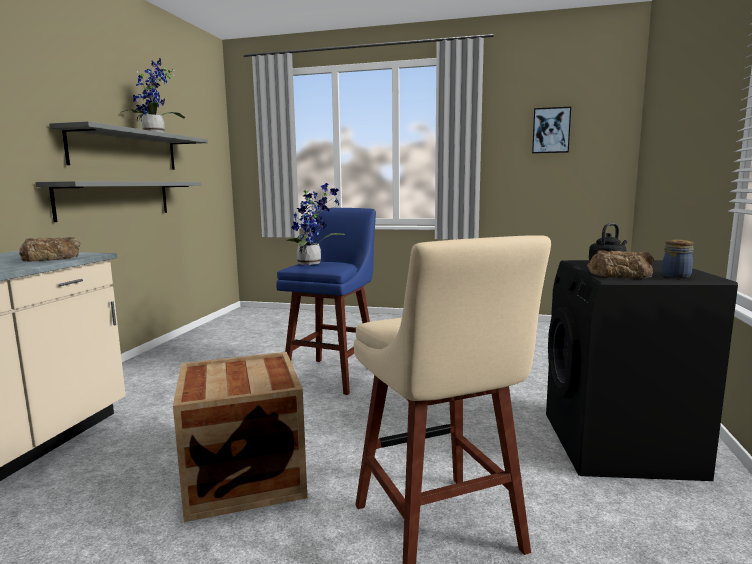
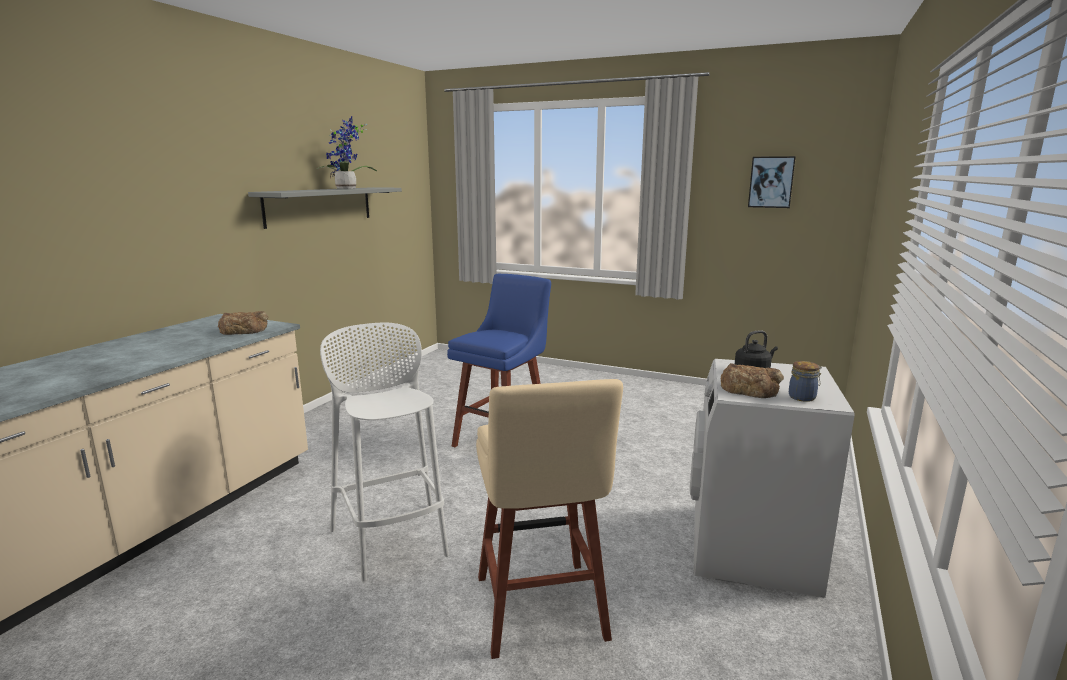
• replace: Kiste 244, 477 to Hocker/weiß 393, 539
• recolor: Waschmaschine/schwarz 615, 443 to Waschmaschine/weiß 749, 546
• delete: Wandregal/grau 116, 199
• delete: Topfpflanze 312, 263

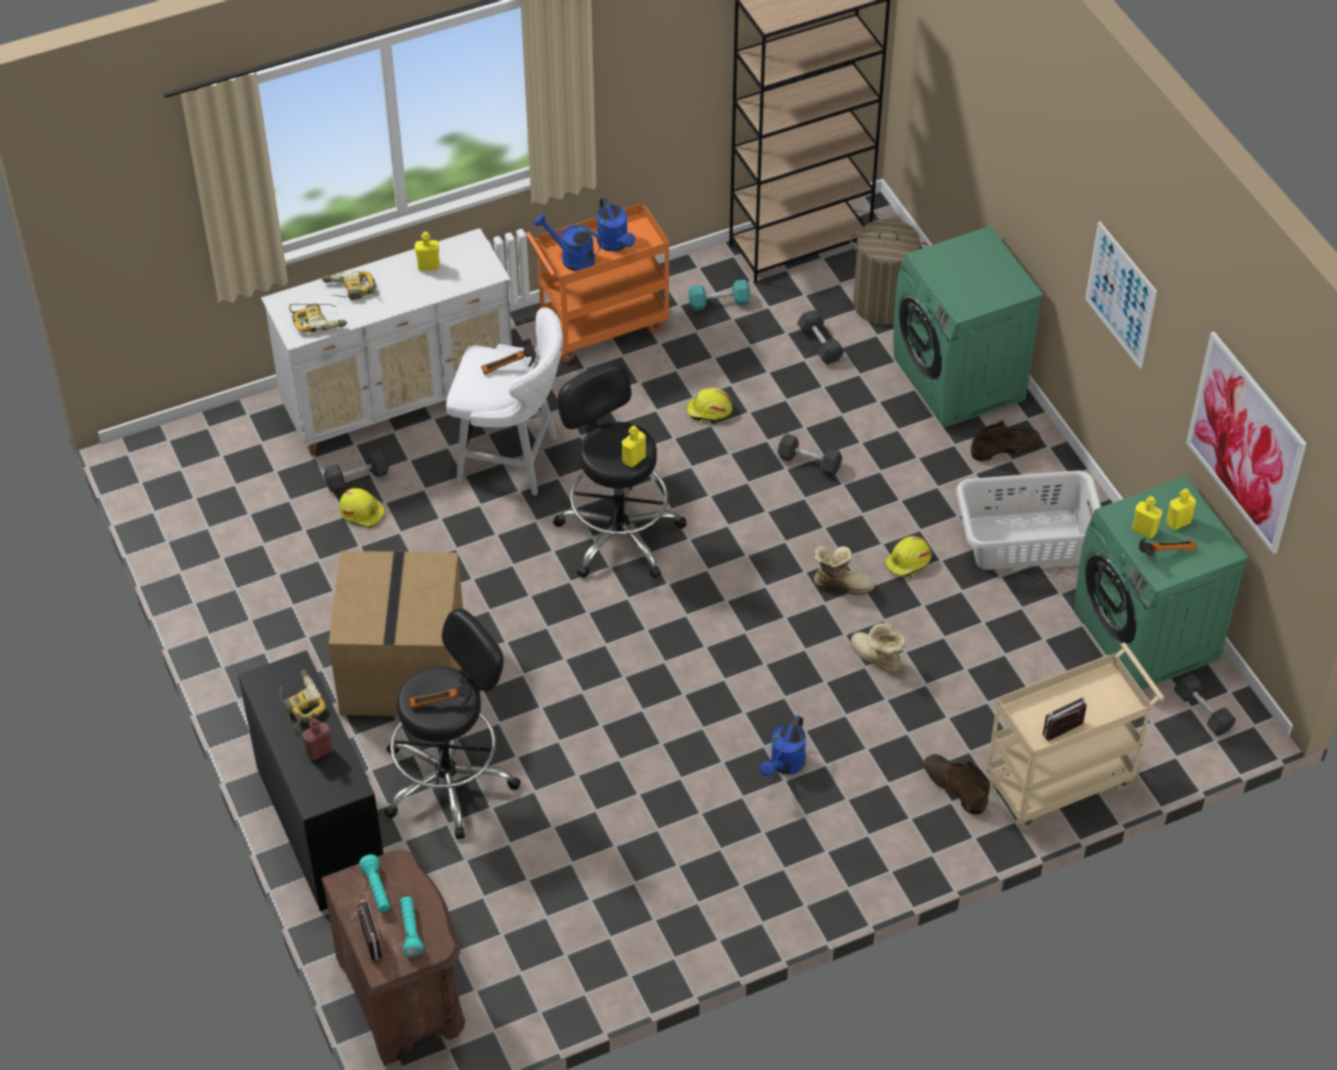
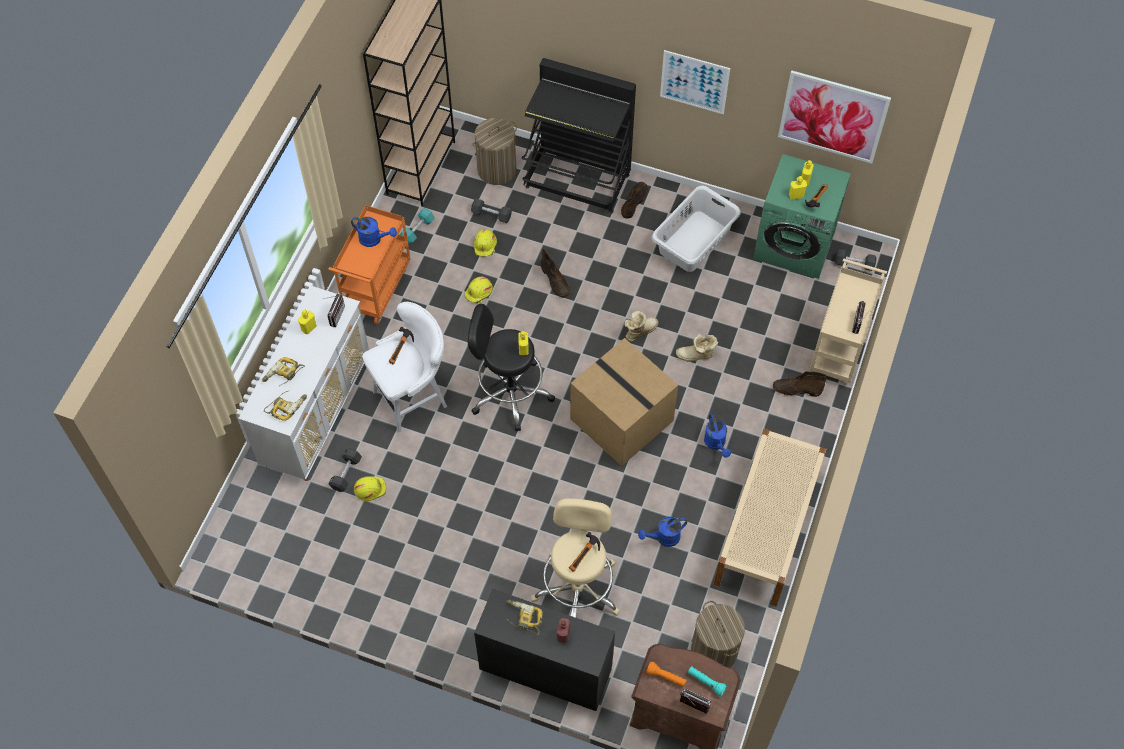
• insert: Radio 334, 315
• move: Schutzhelm/gelb 908, 562 to 485, 246
• replace: Waschmaschine/grün 958, 381 to Schuhregal/schwarz 576, 183
• recolor: Hocker/schwarz 449, 780 to Hocker/beige 578, 589
• replace: Hantel/schwarz 809, 462 to Stiefel/braun 555, 281
• move: Karton 404, 671 to 623, 420
• move: Gießkanne/blau 571, 258 to 664, 538
• recolor: Taschenlampe/türkis 377, 889 to Taschenlampe/orange 666, 677
• insert: Wäschekorb 714, 651
• insert: Bank/beige 767, 528

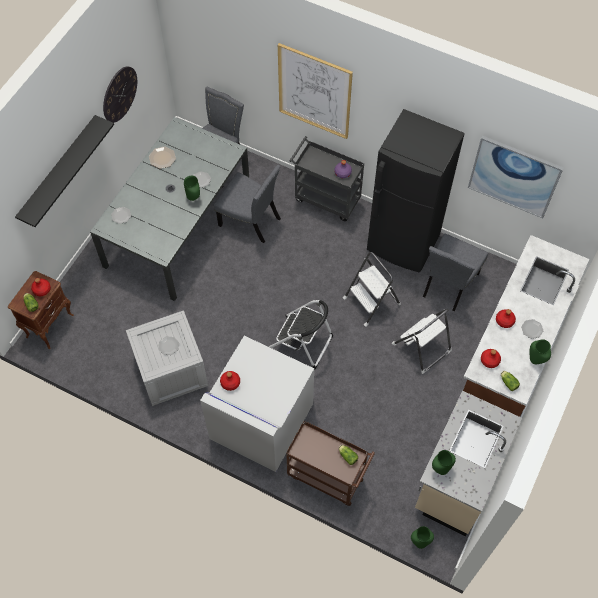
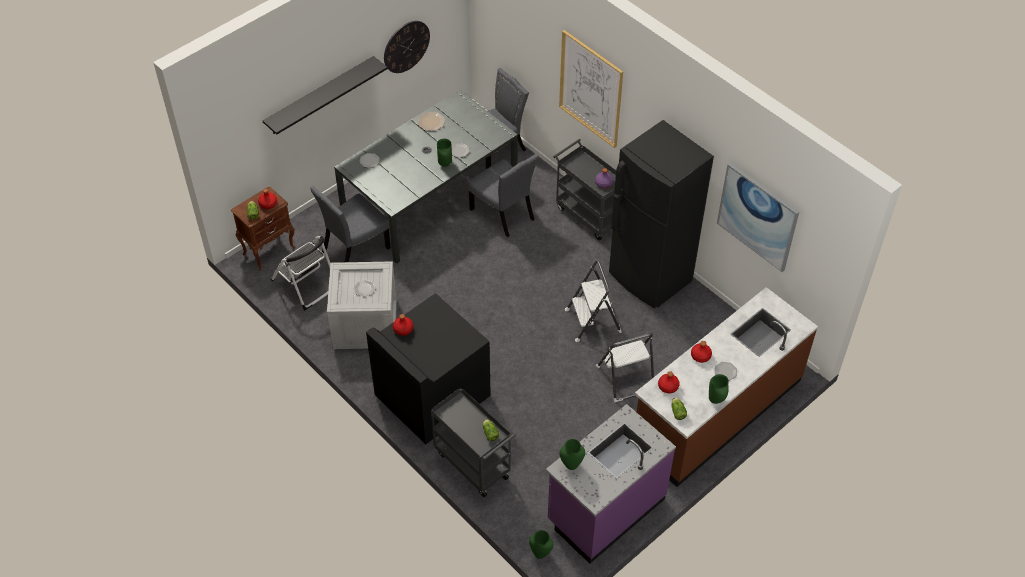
• move: Trittleiter 302, 343 to 306, 285
• move: Stuhl/grau 449, 282 to 356, 248
• recolor: Waschmaschine/weiß 261, 420 to Waschmaschine/schwarz 432, 394
• recolor: Rollwagen/braun 327, 479 to Rollwagen/grau 474, 467
• recolor: Küchenzeile/beige 457, 480 to Küchenzeile/lila 605, 510

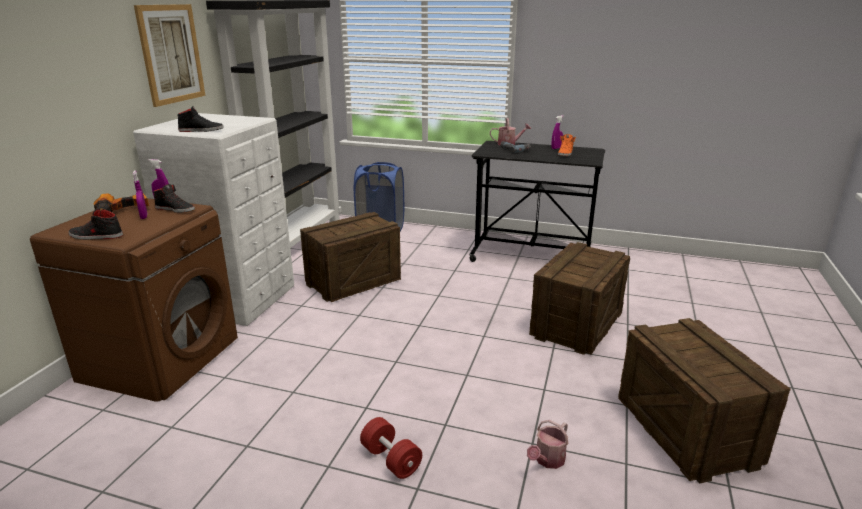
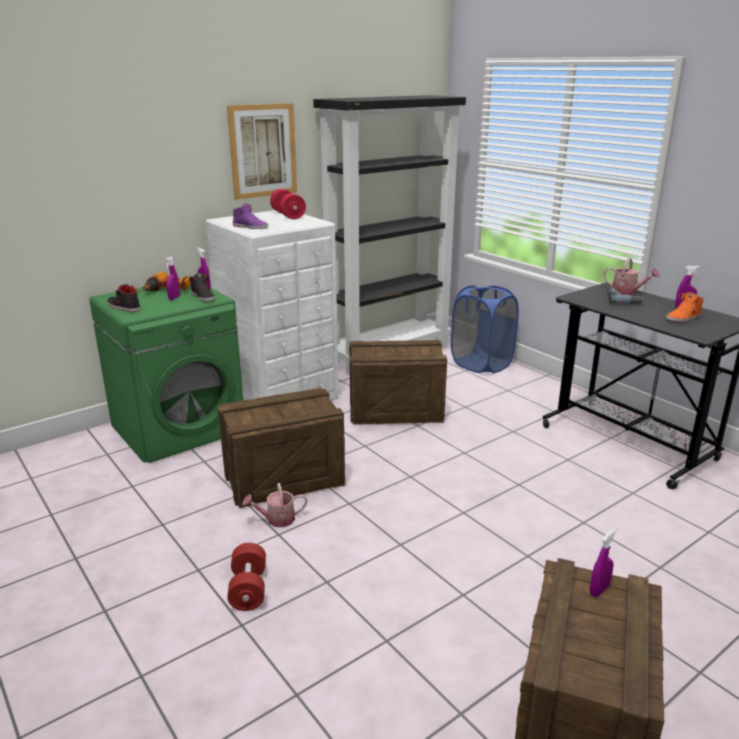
• recolor: Waschmaschine/braun 164, 357 to Waschmaschine/grün 181, 428
• move: Kiste 576, 324 to 284, 478
• recolor: Schuh/schwarz 201, 130 to Schuh/lila 251, 227
• move: Gießkanne 547, 460 to 276, 519
• insert: Hantel/rot 288, 215
• insert: Sprühflasche/lila 599, 590

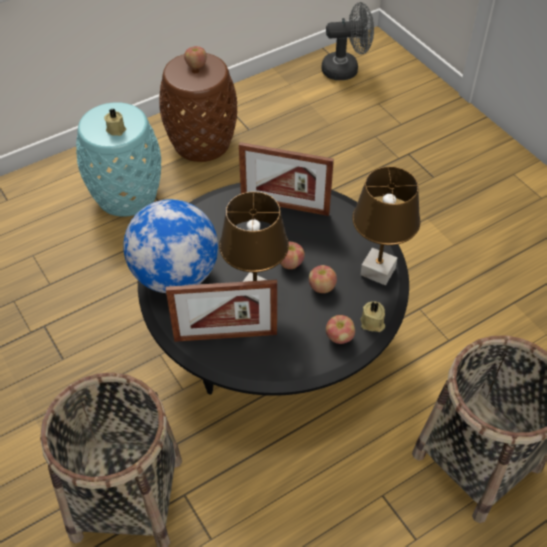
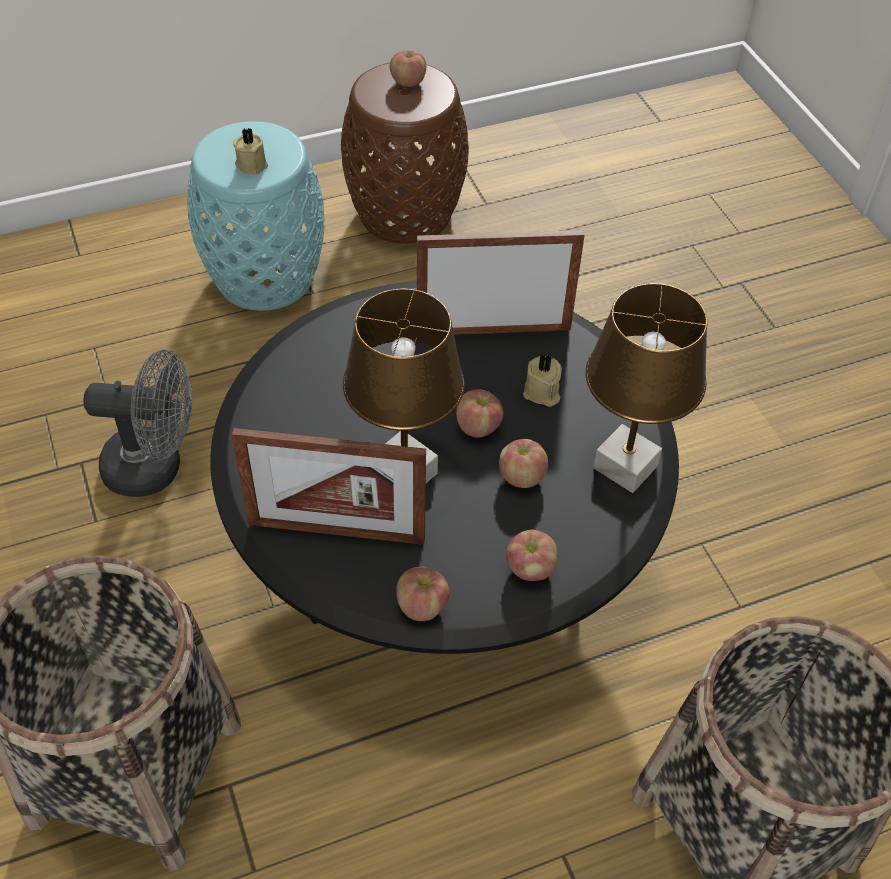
• move: Ventilator/grau 346, 69 to 155, 467
• insert: Apfel 421, 606
• rotate: Bilderrahmen 285, 206 = 493, 330 150 degrees clockwise
• move: Kerze/beige 372, 323 to 542, 393
• delete: Globus 175, 275

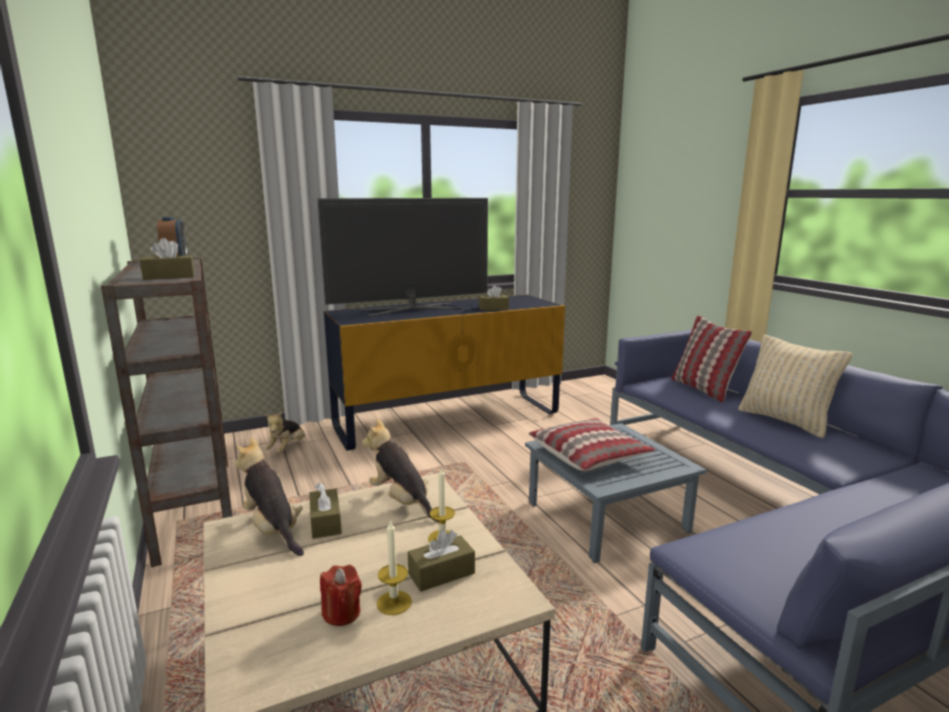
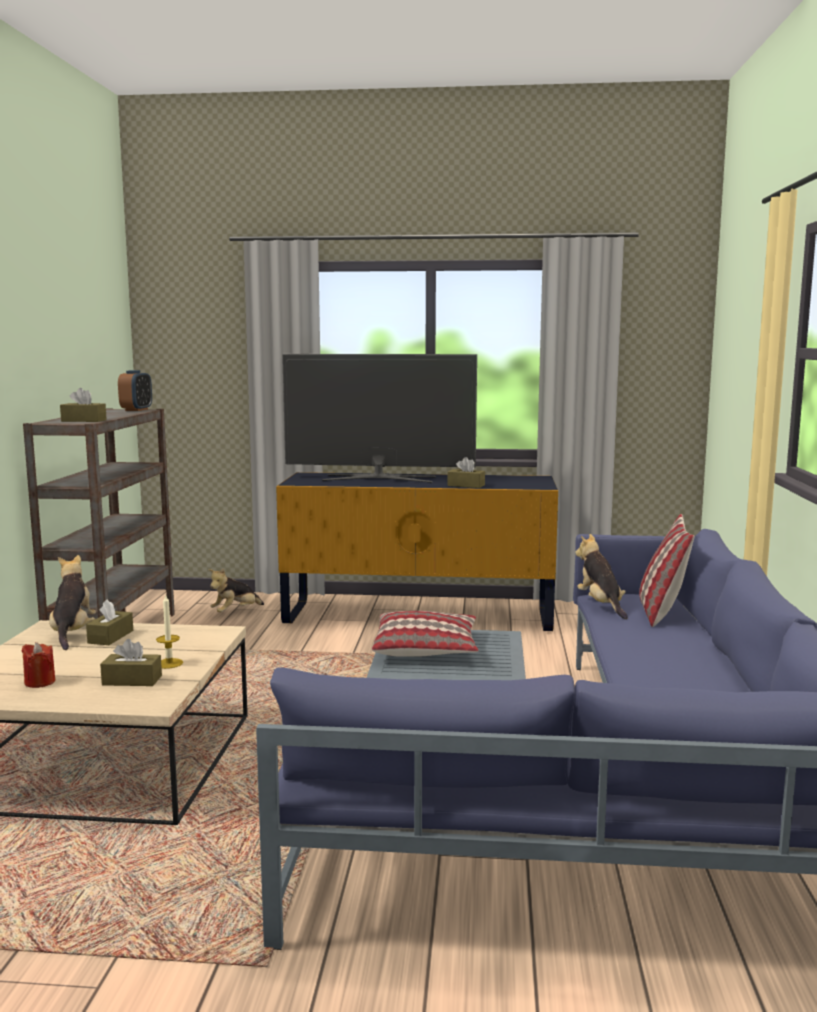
• move: Plüschtier 402, 502 to 601, 605
• delete: Kerze 394, 602
• delete: Kissen/beige 785, 421

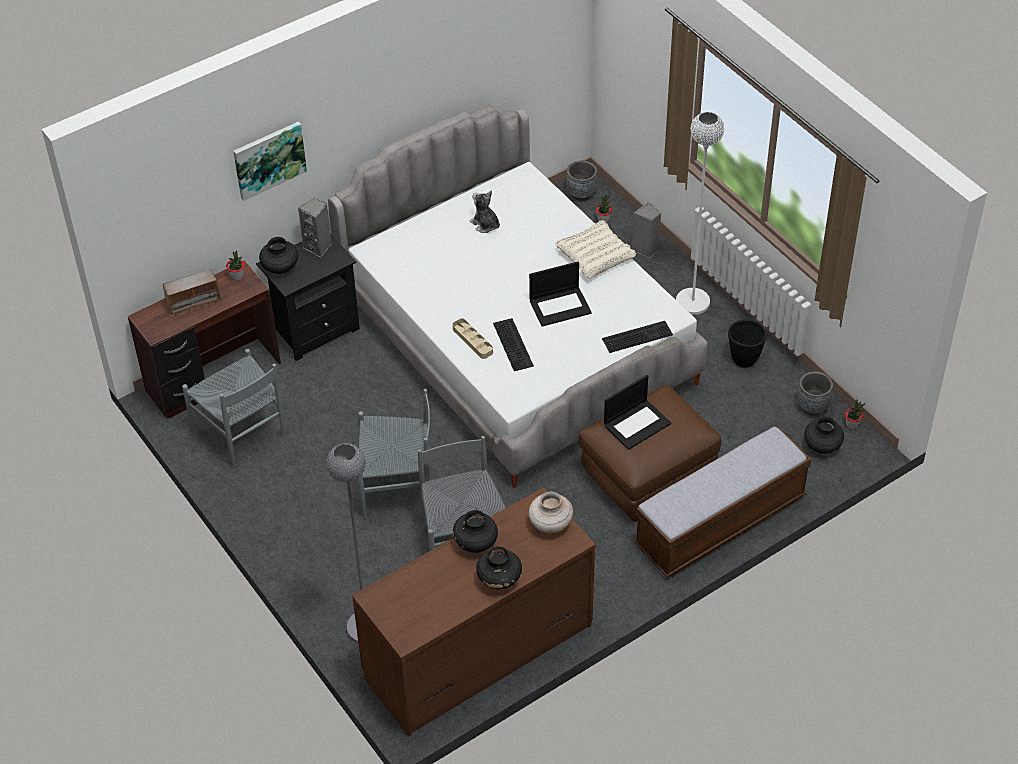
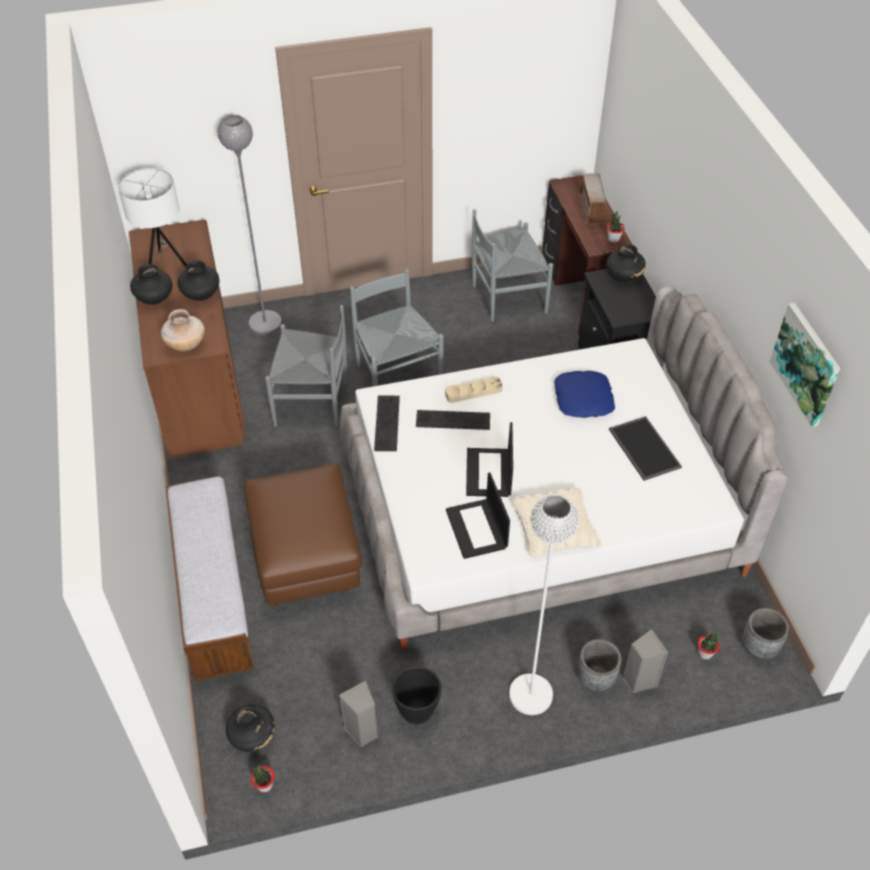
• insert: Tischlampe/weiß 165, 263
• move: Lautsprecher/grau 318, 247 to 362, 731
• rotate: Stuhl/grau 397, 486 = 396, 375 135 degrees clockwise
• move: Tastatur 637, 335 to 388, 423
• move: Laptop 637, 424 to 477, 529
• insert: Kissen/blau 584, 399
• move: Pflanzkübel/grau 812, 406 to 596, 678
• replace: Plüschtier 485, 224 to Tablett 643, 448
• move: Bild 269, 159 to 806, 364

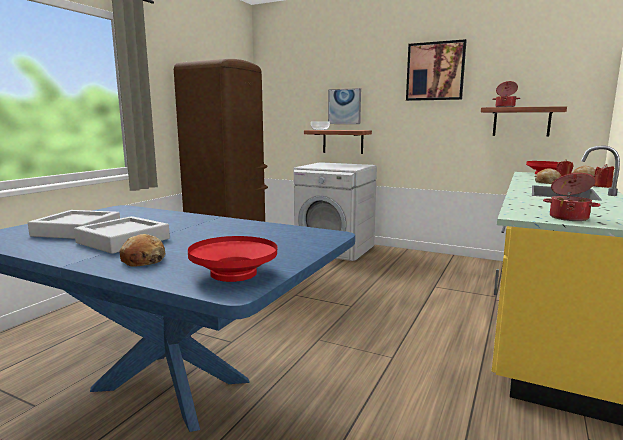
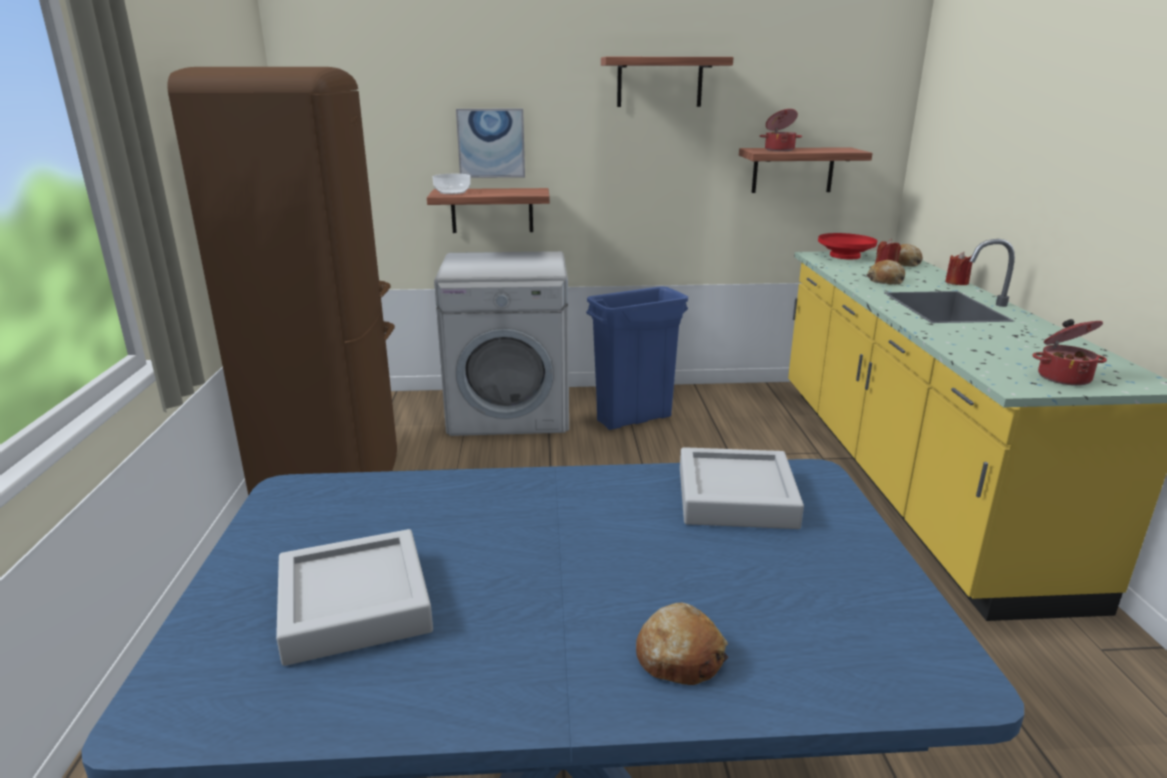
• insert: Mülleimer/blau 634, 418
• replace: Bild 435, 71 to Wandregal 659, 82
• move: Tablett/grau 123, 241 to 736, 497
• delete: Schüssel/rot 234, 274

